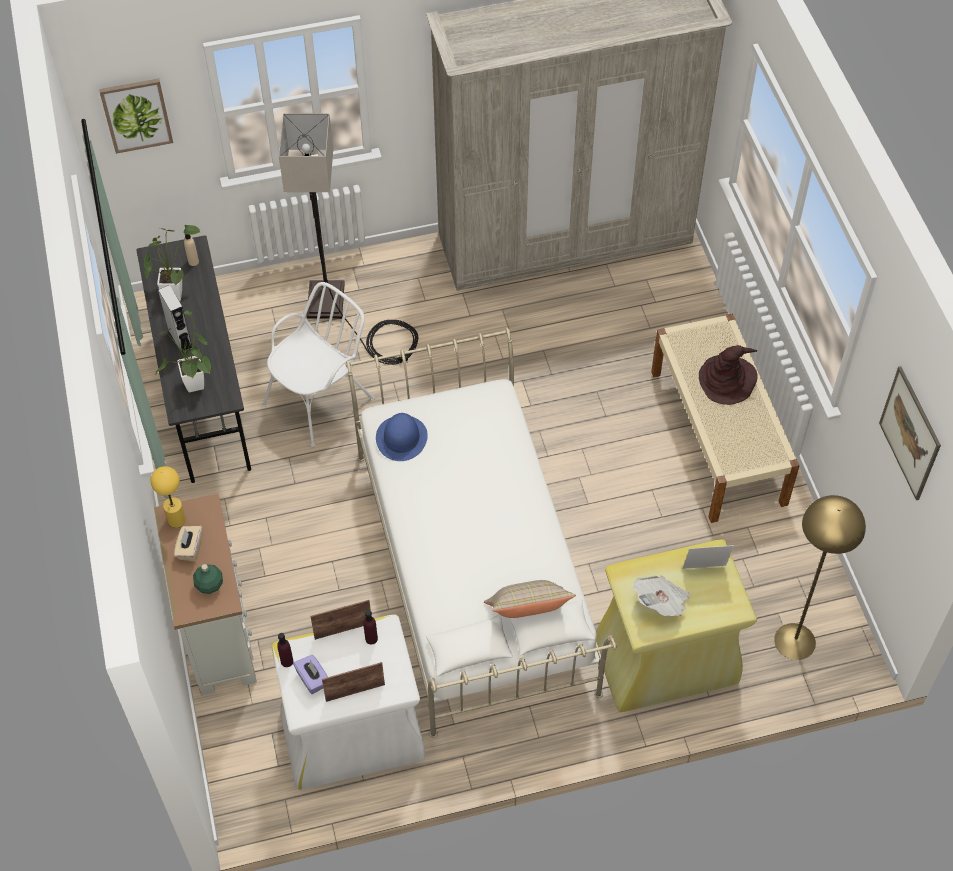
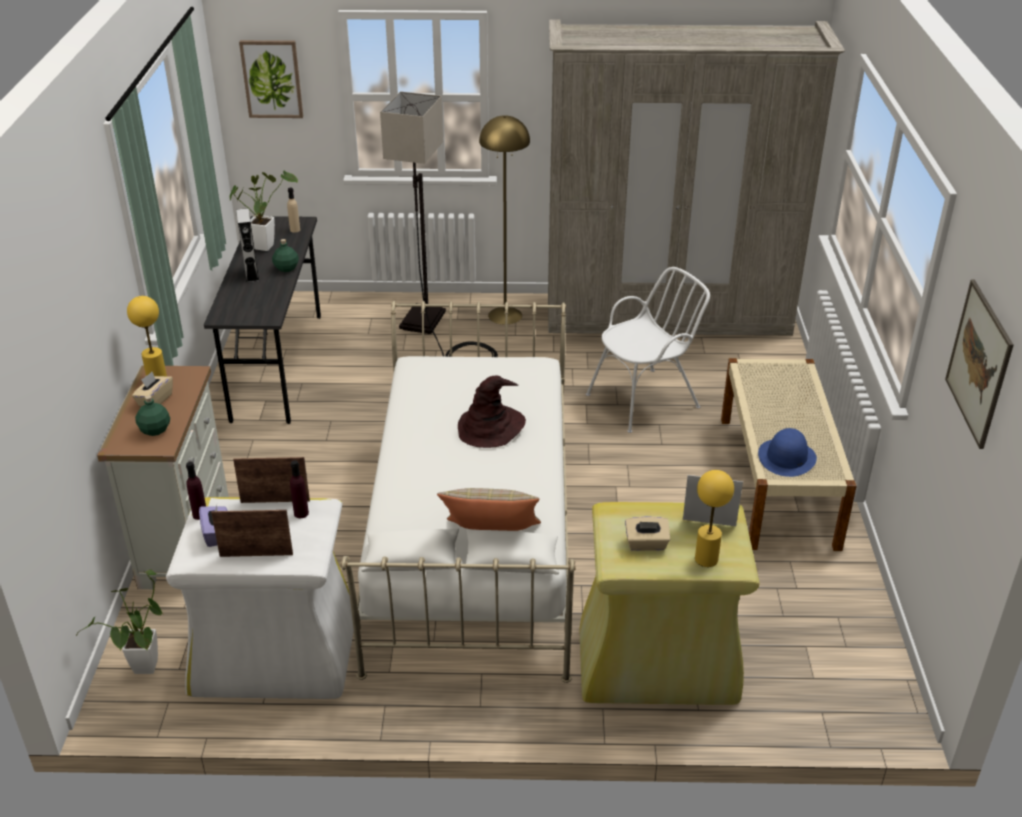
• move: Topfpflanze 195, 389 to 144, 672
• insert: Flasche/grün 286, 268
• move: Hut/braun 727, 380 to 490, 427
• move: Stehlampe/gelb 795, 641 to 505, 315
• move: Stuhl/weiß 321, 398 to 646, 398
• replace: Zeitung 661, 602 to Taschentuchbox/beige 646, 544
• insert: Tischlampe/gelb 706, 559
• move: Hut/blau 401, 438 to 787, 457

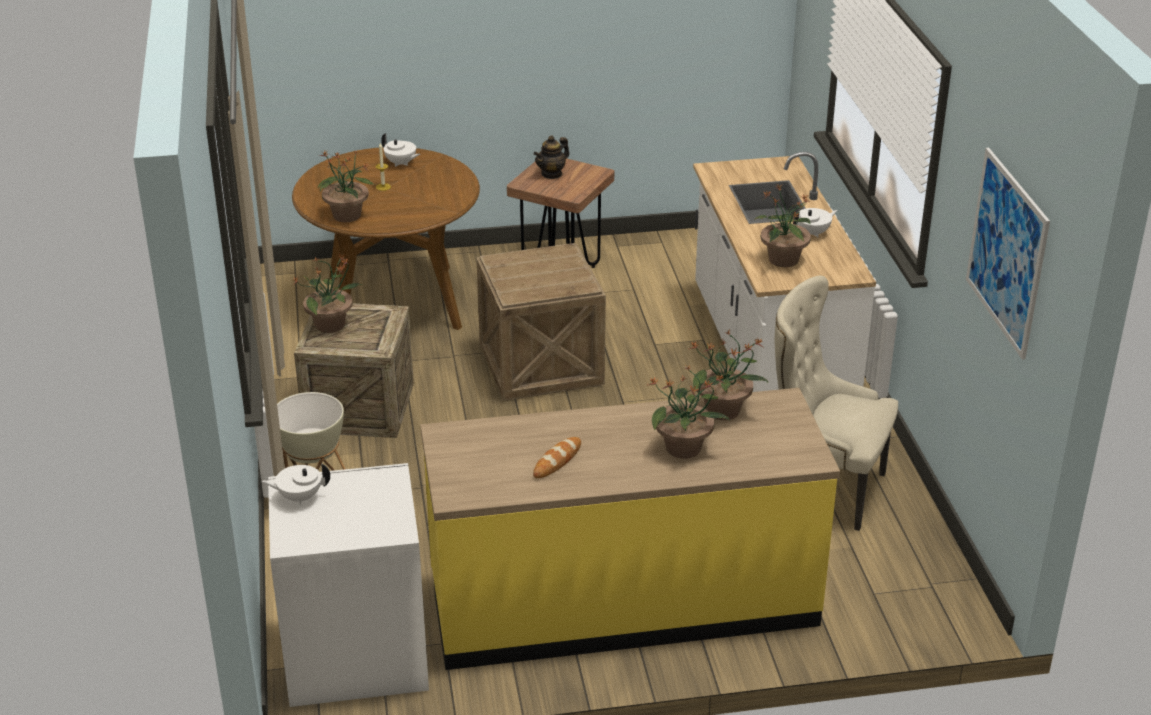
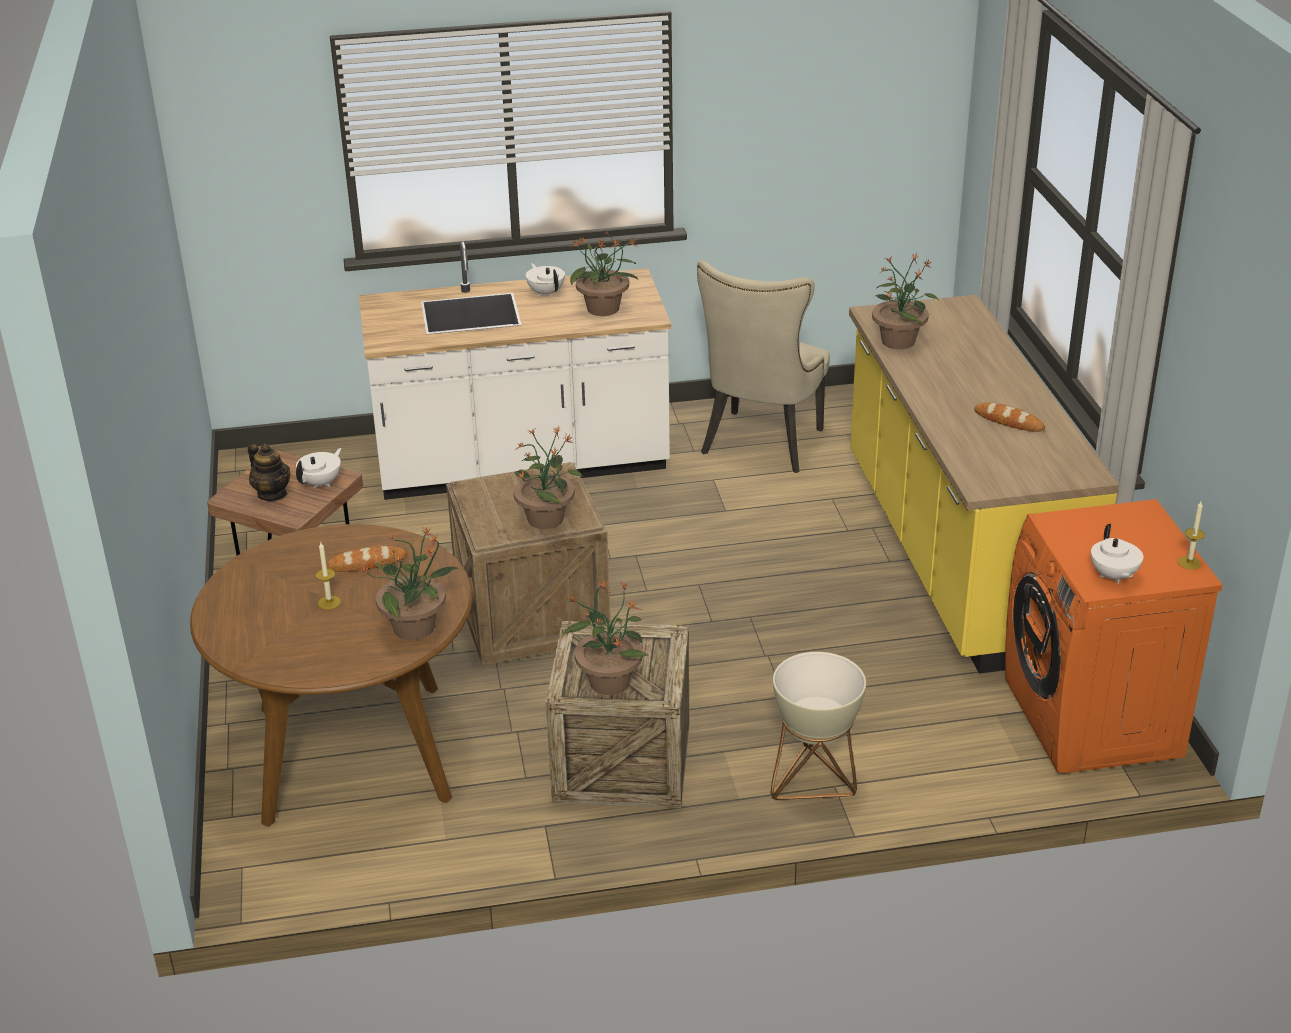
• move: Teekanne/weiß 401, 163 to 321, 482
• insert: Brot 366, 563
• move: Topfpflanze 684, 448 to 546, 518
• recolor: Waschmaschine/weiß 355, 657 to Waschmaschine/orange 1091, 721
• insert: Kerze 1189, 563
• delete: Bild 1006, 252

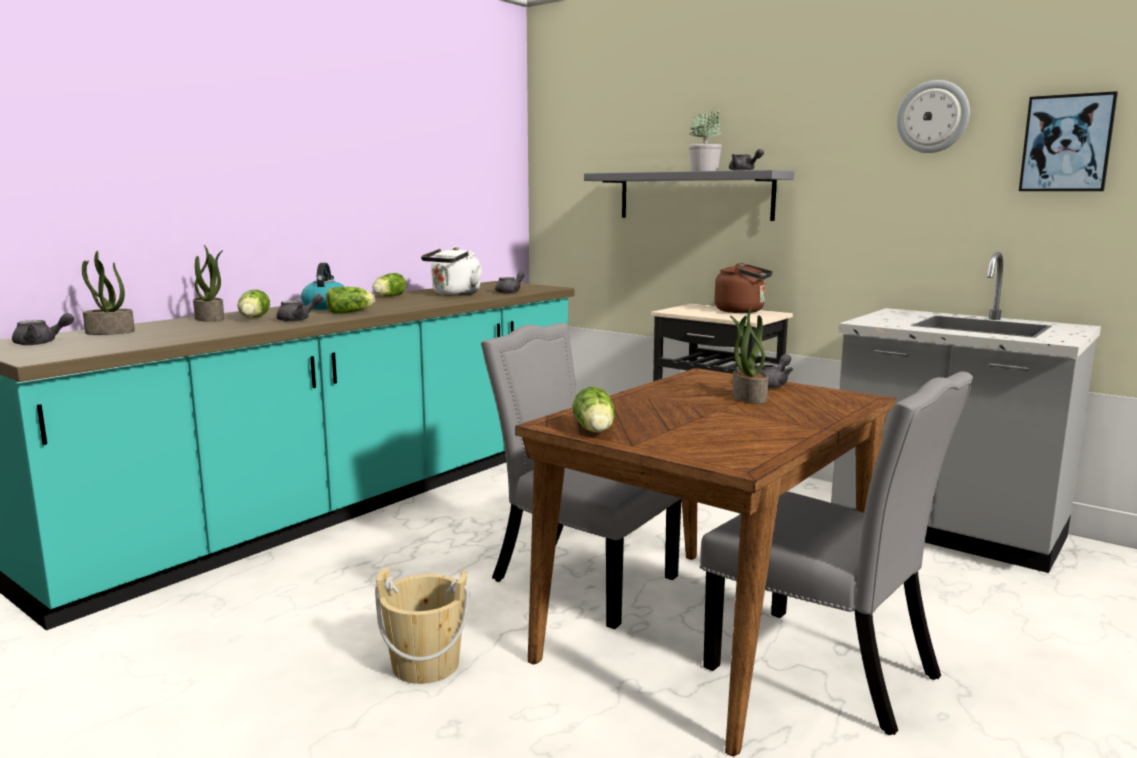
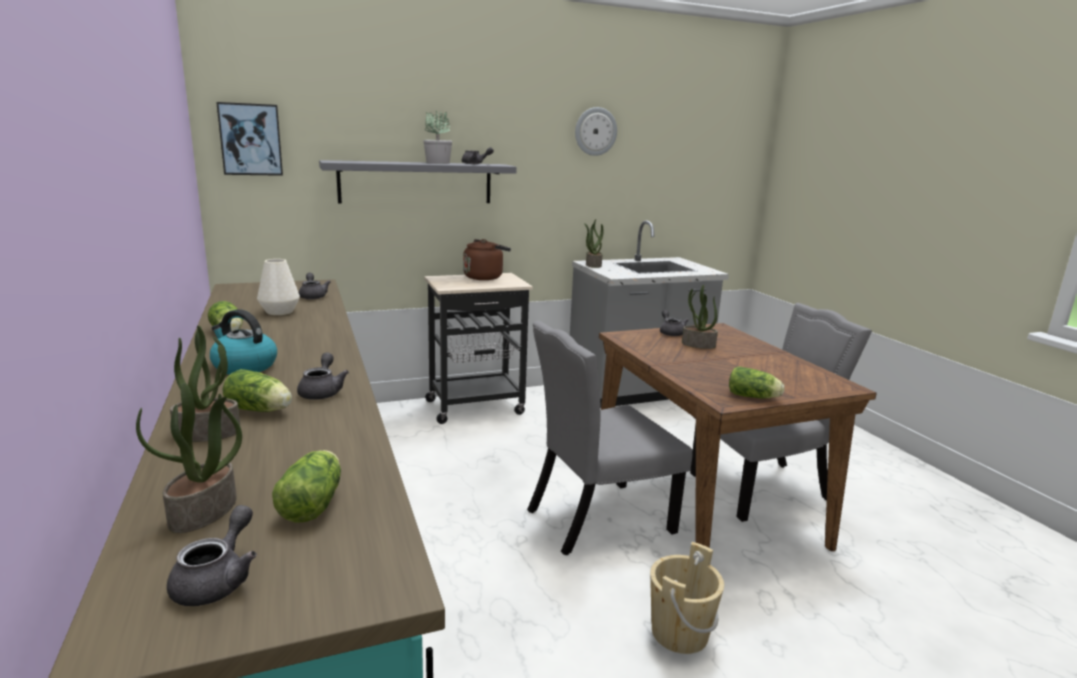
• move: Bild 1067, 143 to 250, 139
• replace: Wasserkessel/weiß 454, 294 to Vase/weiß 279, 312
• move: Salatkopf 351, 312 to 314, 502
• insert: Topfpflanze 593, 265

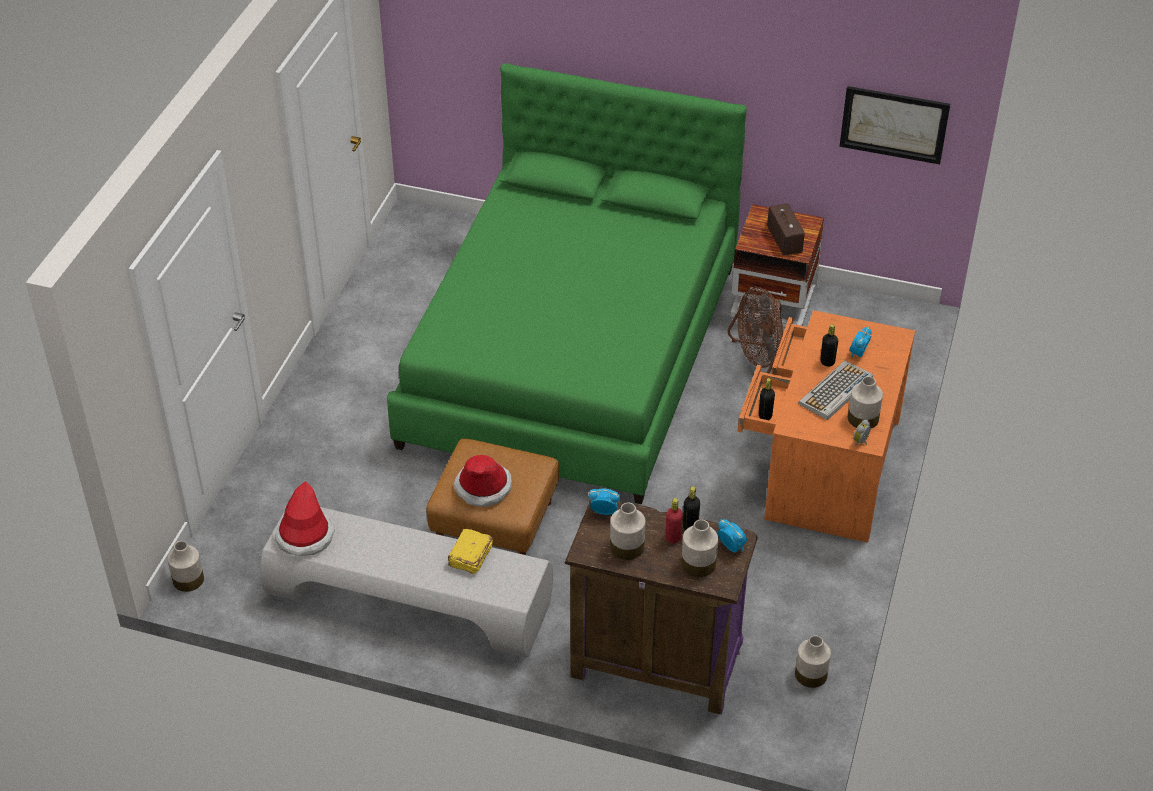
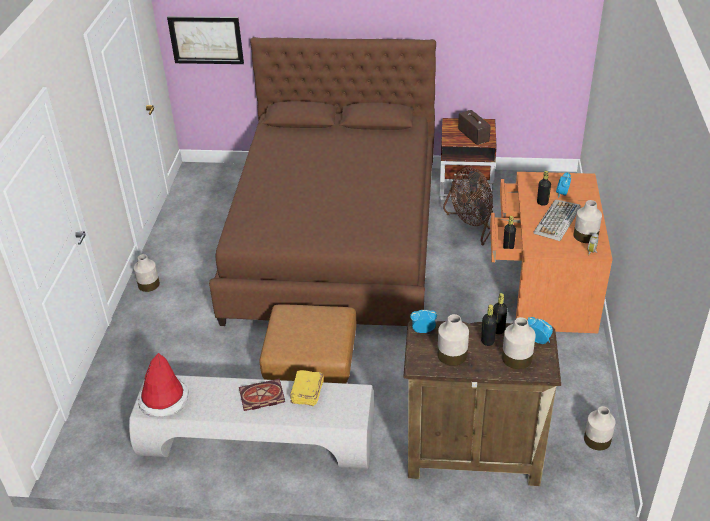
• move: Vase/beige 188, 579 to 148, 284
• move: Bild 894, 124 to 206, 39
• recolor: Bett/grün 572, 354 to Bett/braun 335, 240
• insert: Buch 261, 397
• recolor: Kommode/lila 656, 661 to Kommode/beige 472, 452
• recolor: Flasche/rot 673, 538 to Flasche/schwarz 487, 341
• delete: Hut 483, 487

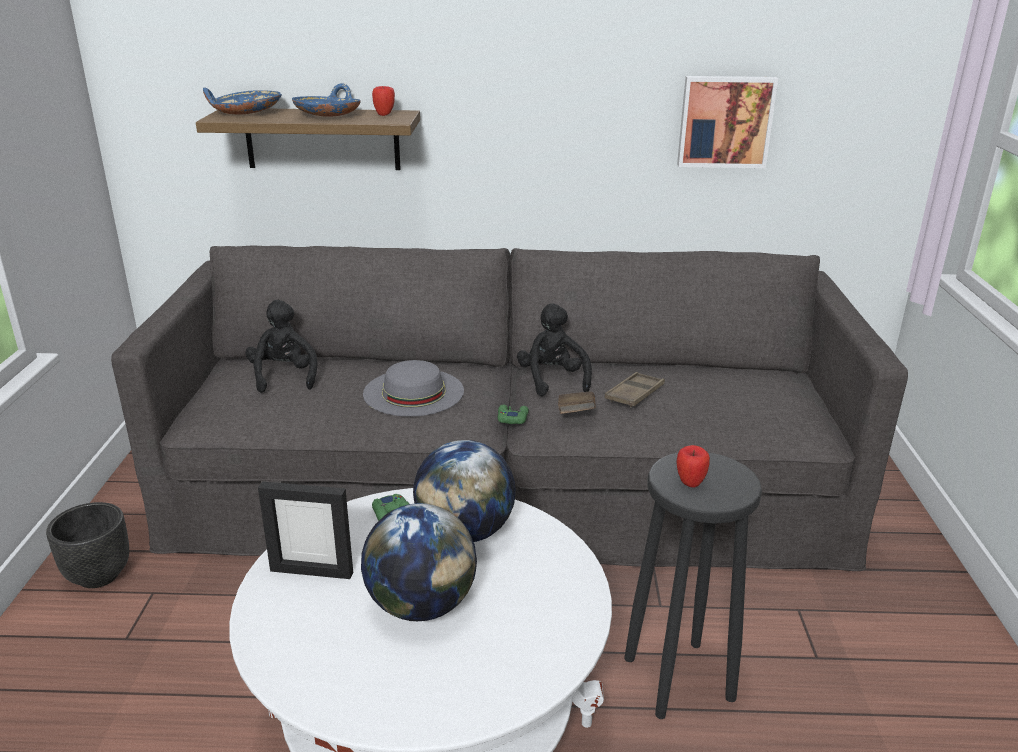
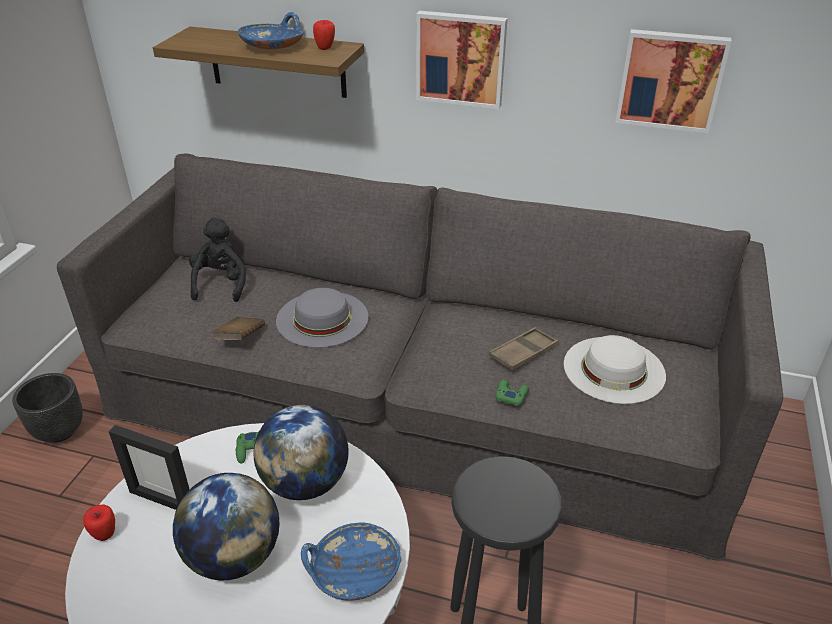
• move: Apfel 690, 483 to 105, 534
• move: Buch/braun 575, 414 to 240, 338
• move: Schüssel/blau 245, 113 to 353, 571
• insert: Bild 461, 58
• move: Gamepad/grün 512, 418 to 511, 395
• insert: Hut/weiß 614, 369
• delete: Plüschtier/schwarz 552, 380

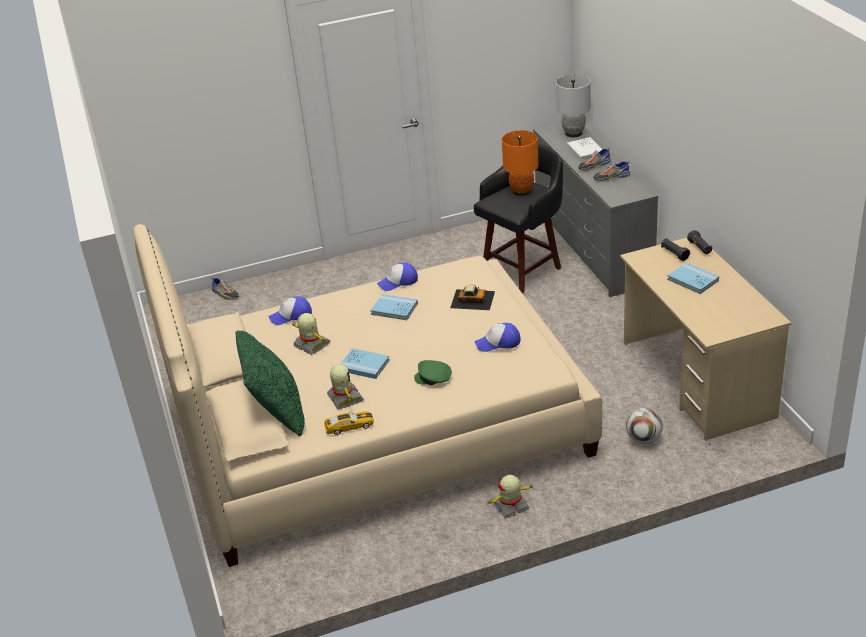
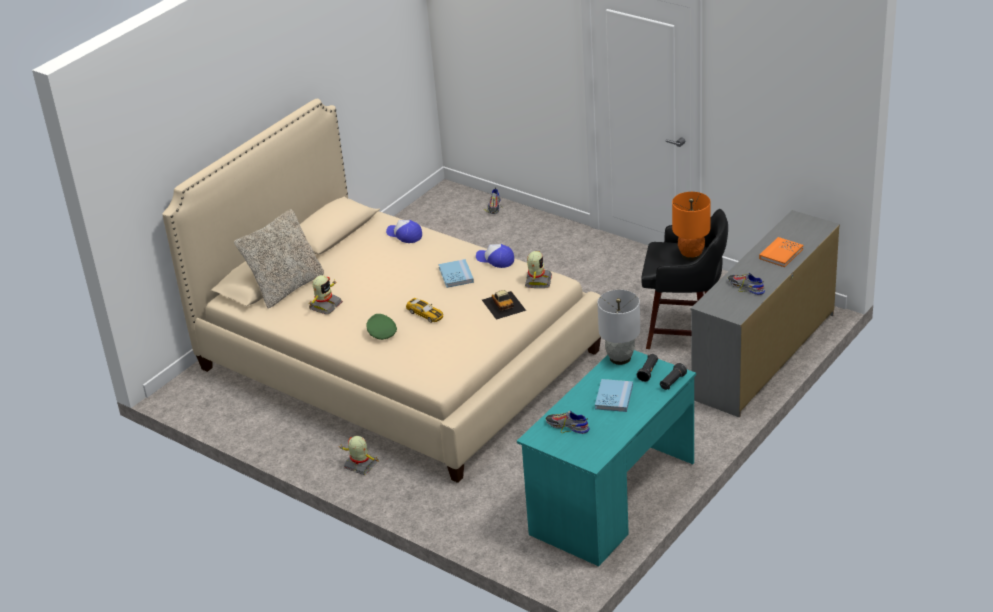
• recolor: Kissen/grün 276, 412 to Kissen/beige 286, 286
• move: Spielzeugauto 349, 426 to 425, 314
• recolor: Schreibtisch/beige 696, 380 to Schreibtisch/türkis 612, 498
• move: Spielzeugroboter 311, 345 to 537, 281
• move: Schuh 594, 165 to 567, 426
• move: Tischlampe/weiß 573, 133 to 620, 358
• recolor: Buch/weiß 585, 150 to Buch/orange 781, 254
• delete: Buch/blau 364, 365
• delete: Kappe 498, 343
• delete: Fußball 643, 439

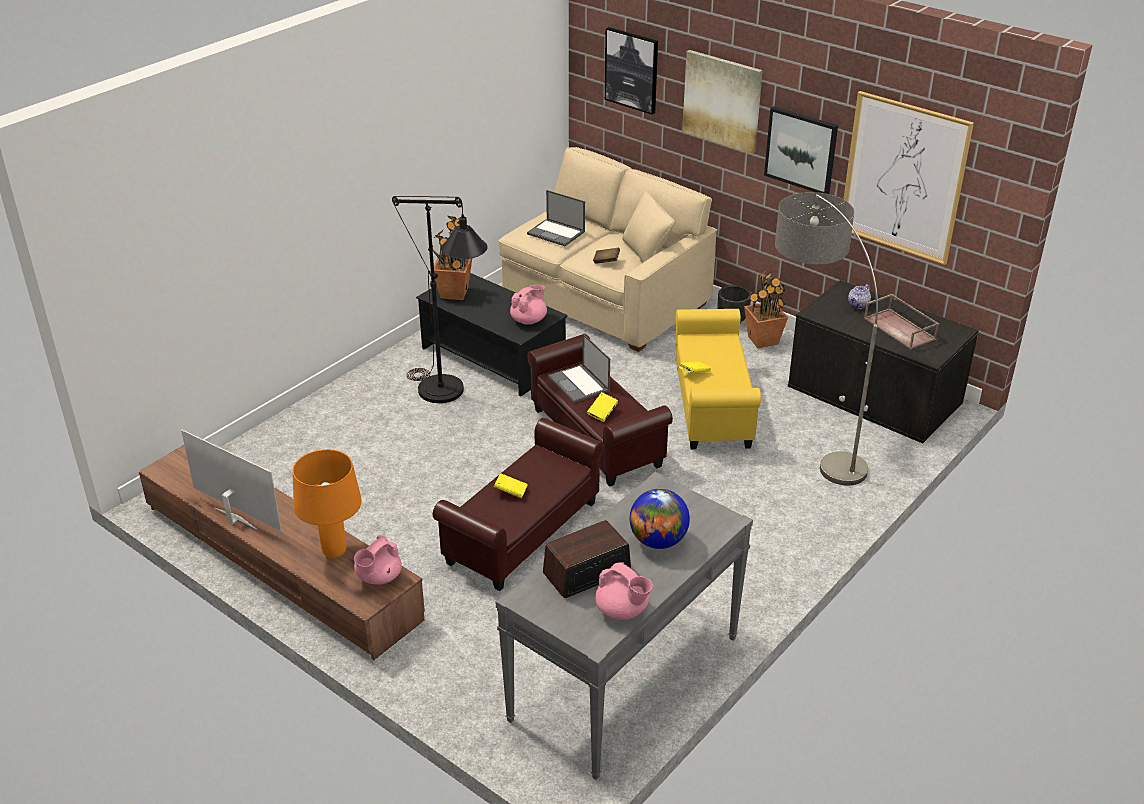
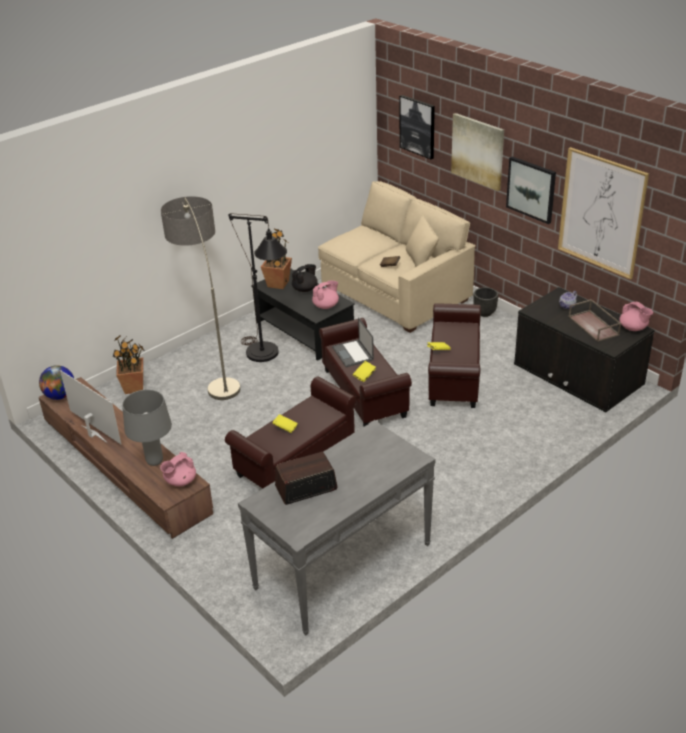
• move: Globus 658, 541 to 60, 396
• move: Topfpflanze 763, 340 to 134, 387
• recolor: Tischlampe/orange 334, 552 to Tischlampe/grau 155, 461
• move: Stehlampe 807, 440 to 213, 369
• insert: Teekanne/schwarz 305, 289
• recolor: Polsterhocker/gelb 712, 406 to Polsterhocker/braun 454, 375
• move: Teekanne/rosa 622, 610 to 633, 328
• delete: Laptop 556, 233

